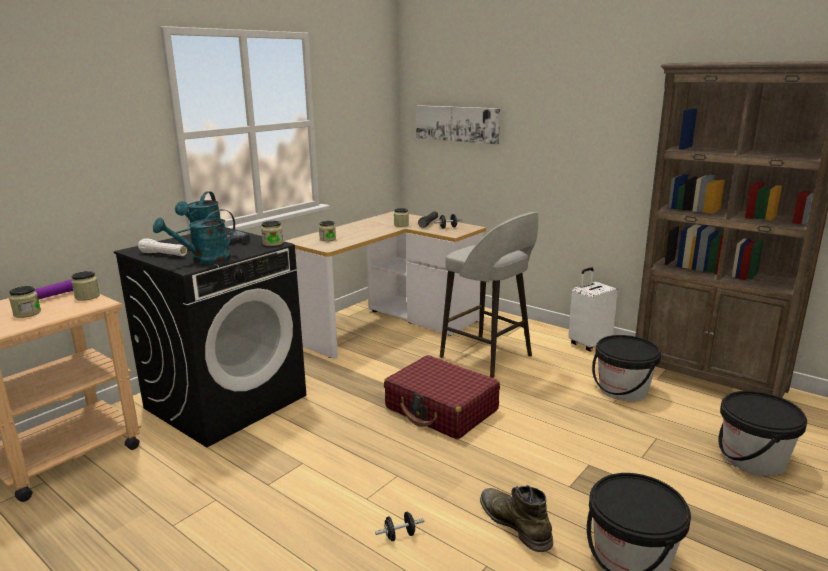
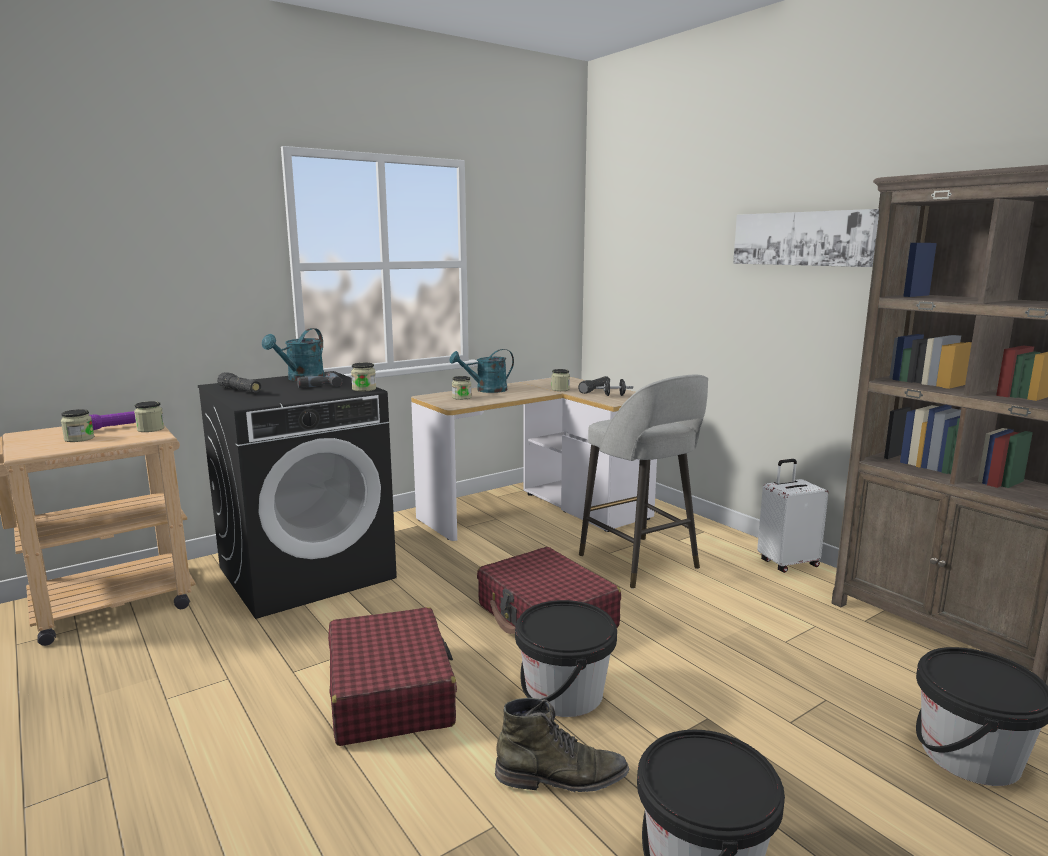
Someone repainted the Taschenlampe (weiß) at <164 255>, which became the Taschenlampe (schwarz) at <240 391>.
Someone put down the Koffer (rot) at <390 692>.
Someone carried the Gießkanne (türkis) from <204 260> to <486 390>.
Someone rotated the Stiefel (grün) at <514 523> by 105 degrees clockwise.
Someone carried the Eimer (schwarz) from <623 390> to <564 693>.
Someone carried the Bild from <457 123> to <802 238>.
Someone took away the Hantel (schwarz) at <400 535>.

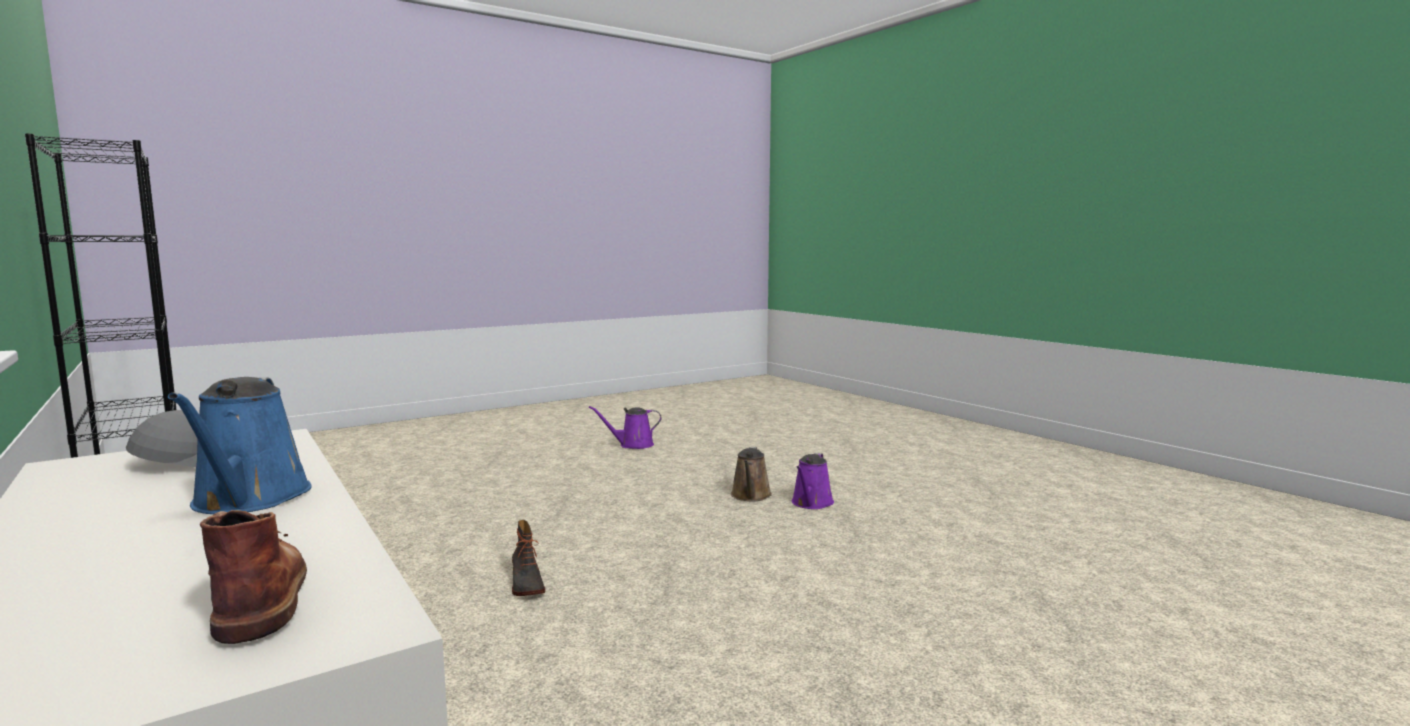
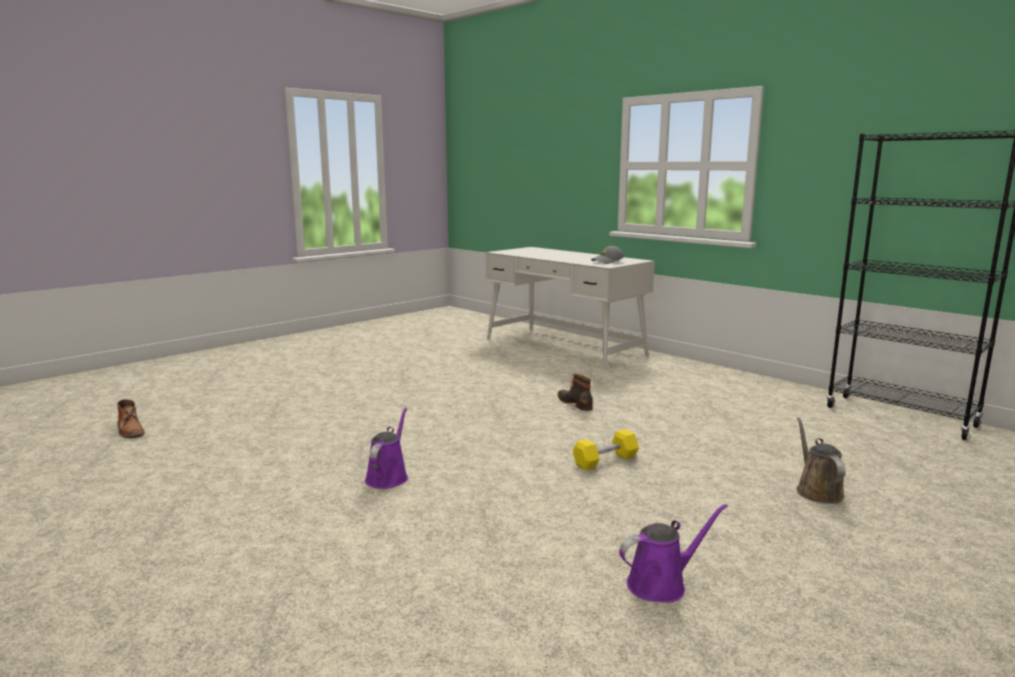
Someone carried the Stiefel (braun) from <257 592> to <130 430>.
Someone put down the Hantel (gelb) at <605 461>.
Someone carried the Gießkanne (braun) from <750 496> to <817 491>.
Someone took away the Gießkanne (blau) at <248 500>.

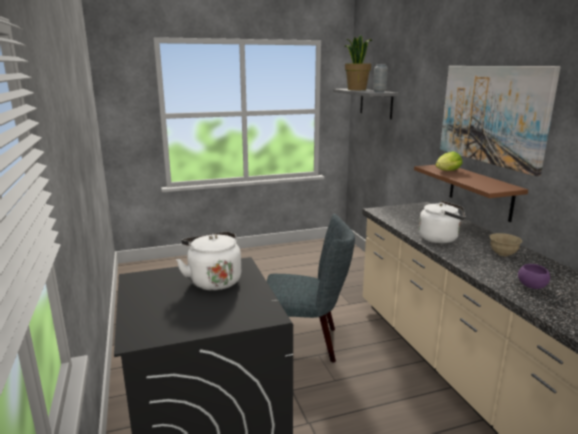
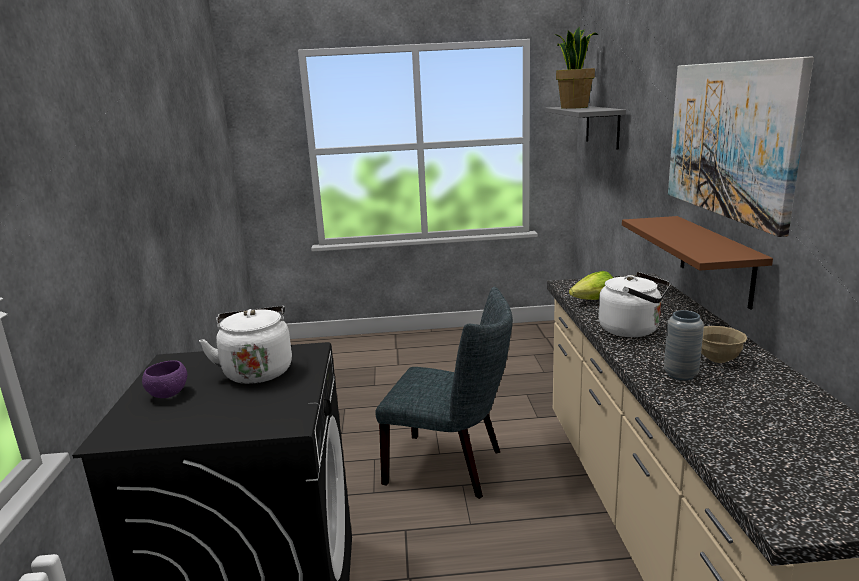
Someone carried the Schüssel (lila) from <531 286> to <168 394>.
Someone carried the Salatkopf from <447 171> to <593 300>.
Someone carried the Vase (grau) from <379 92> to <680 375>.

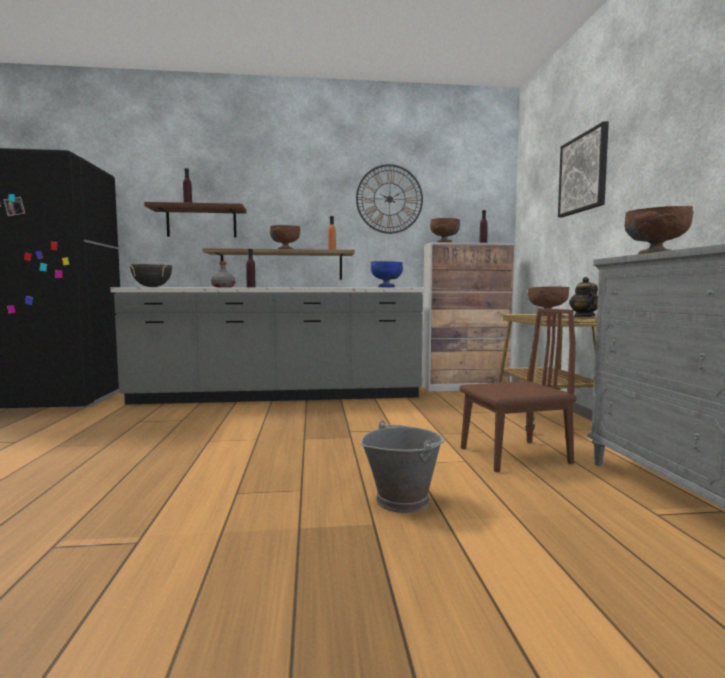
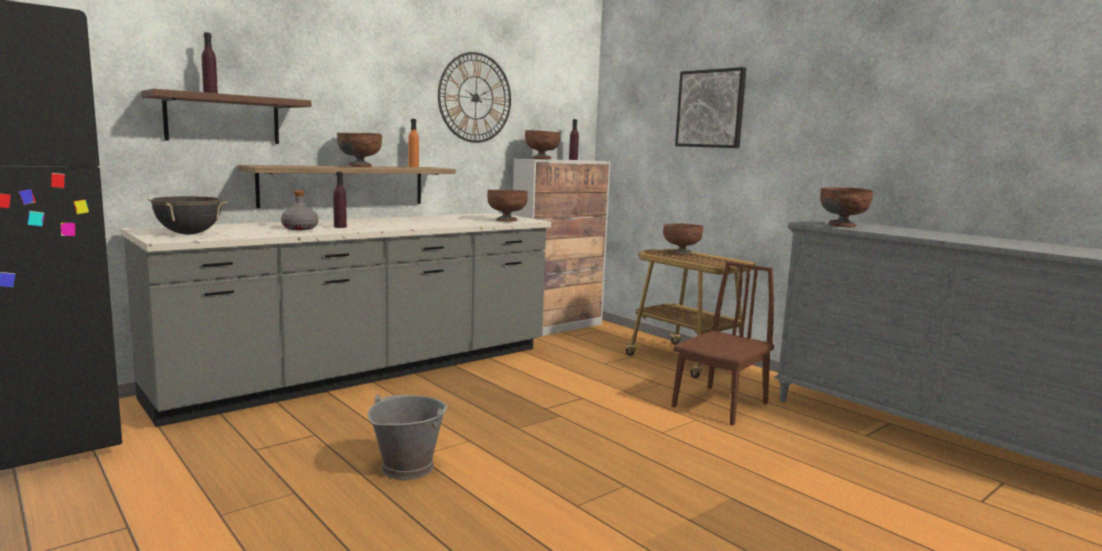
Someone carried the Eimer (grau) from <402 500> to <407 467>.
Someone repainted the Schüssel (blau) at <386 287>, which became the Schüssel (braun) at <507 221>.
Someone took away the Teekanne at <584 317>.

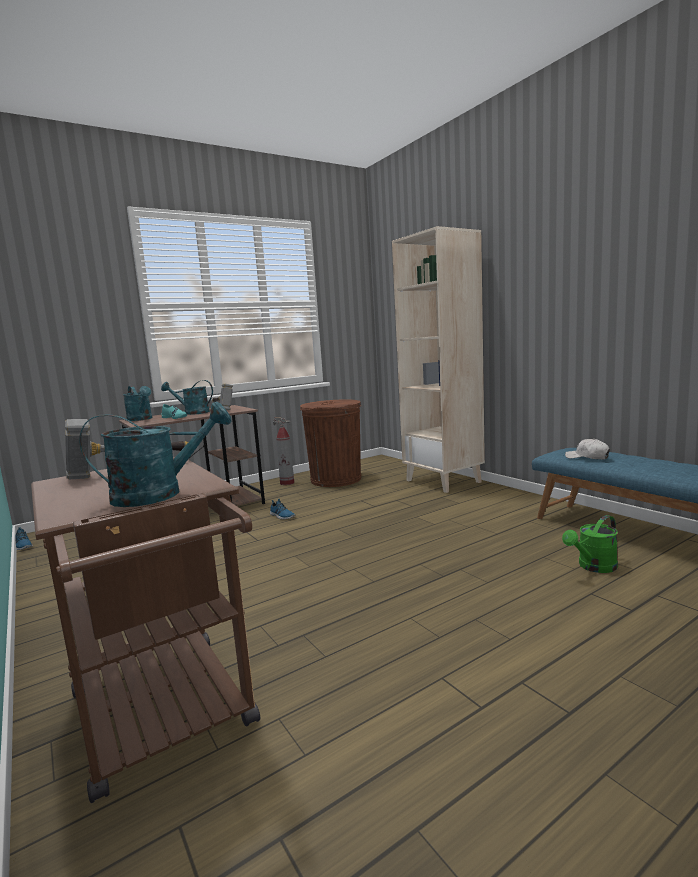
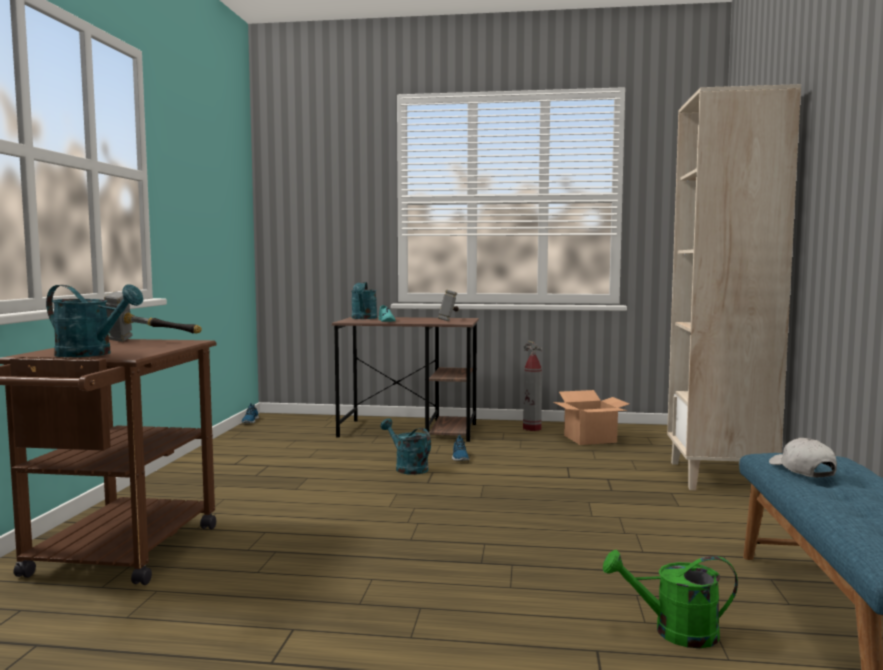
Someone carried the Gießkanne (türkis) from <192 413> to <407 468>.
Someone swapped the Mülleimer (braun) at <336 479> for the Karton at <590 439>.

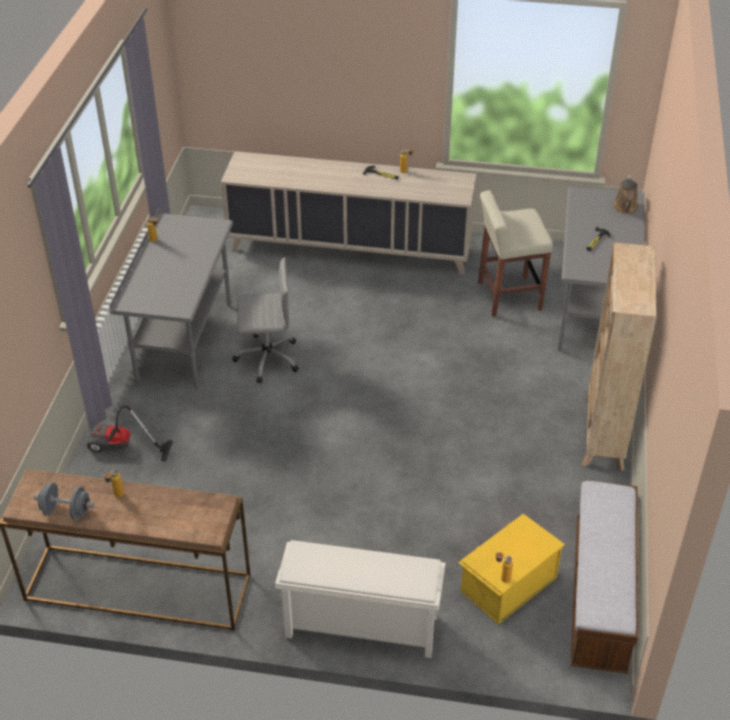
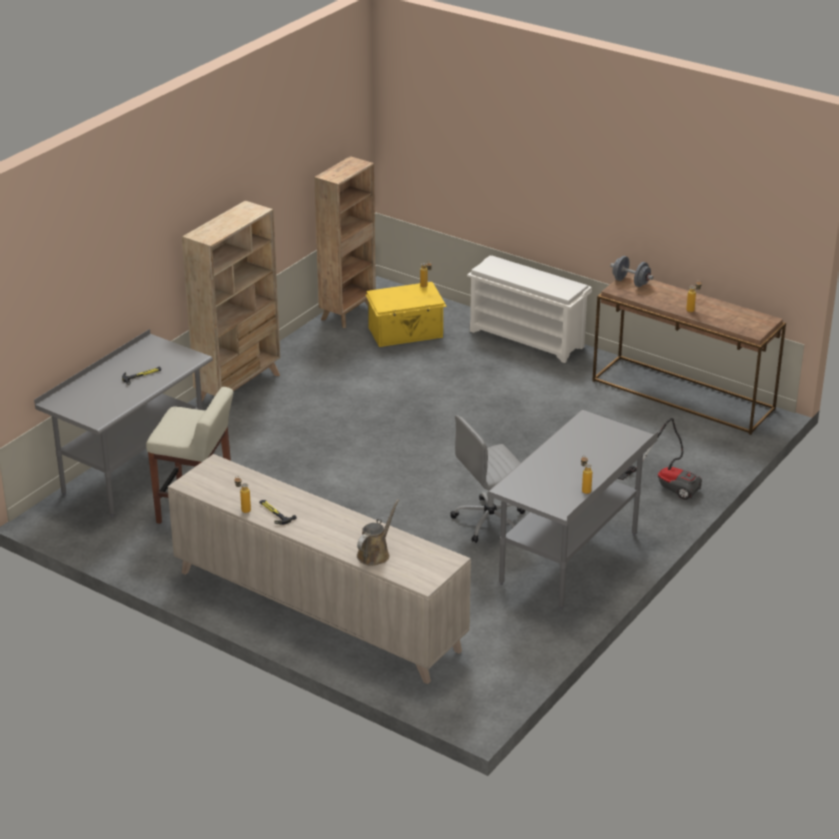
Someone swapped the Bank at <599 595> for the Bücherregal (braun) at <348 313>.
Someone carried the Gießkanne (braun) from <625 208> to <375 554>.
Someone rotated the Bürostuhl (grau) at <266 358> by 45 degrees counterclockwise.
Someone carried the Hantel (grau) from <66 511> to <630 282>.

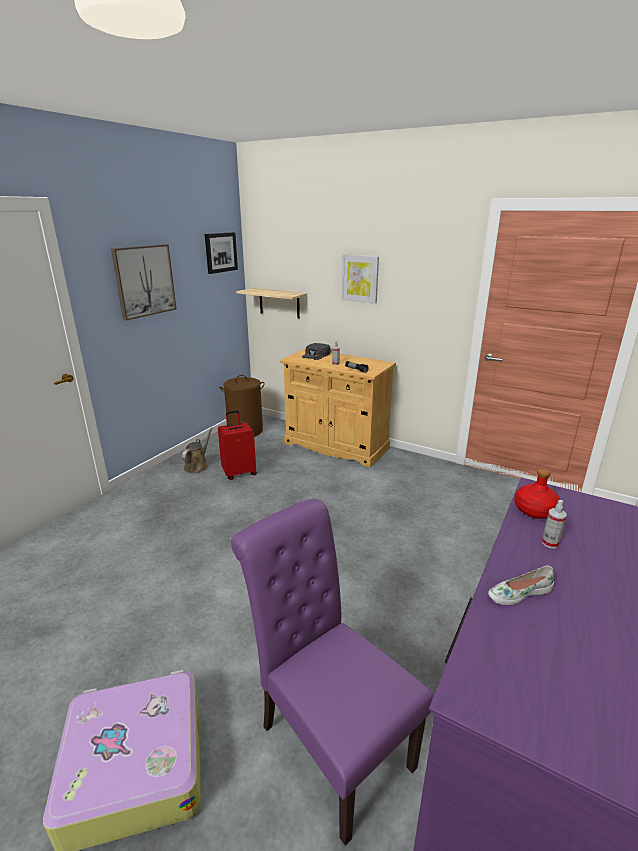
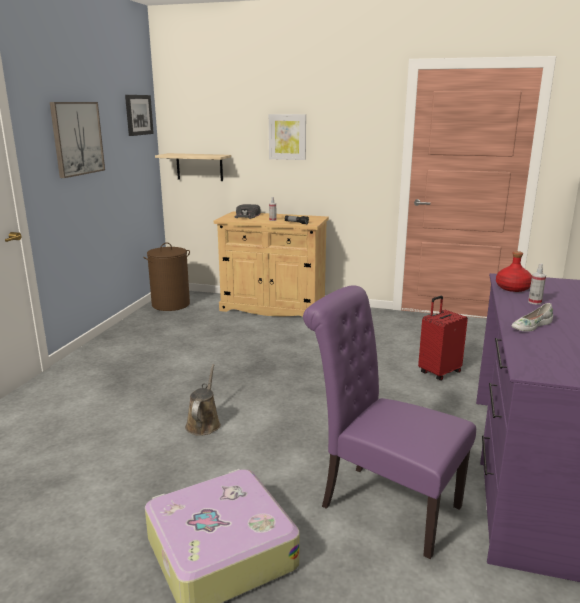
Someone carried the Gießkanne (braun) from <197 466> to <204 423>.
Someone carried the Koffer (rot) from <239 473> to <439 372>.

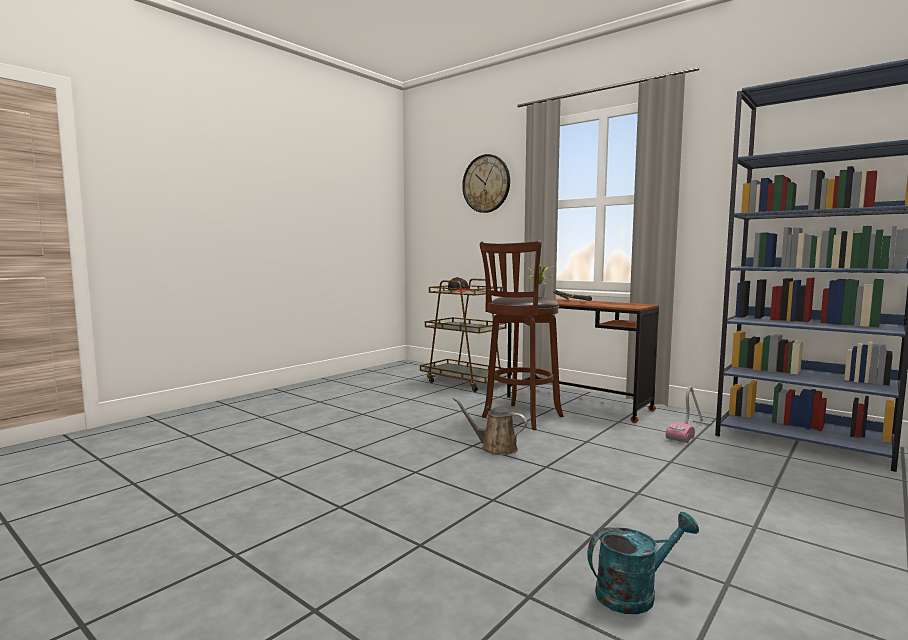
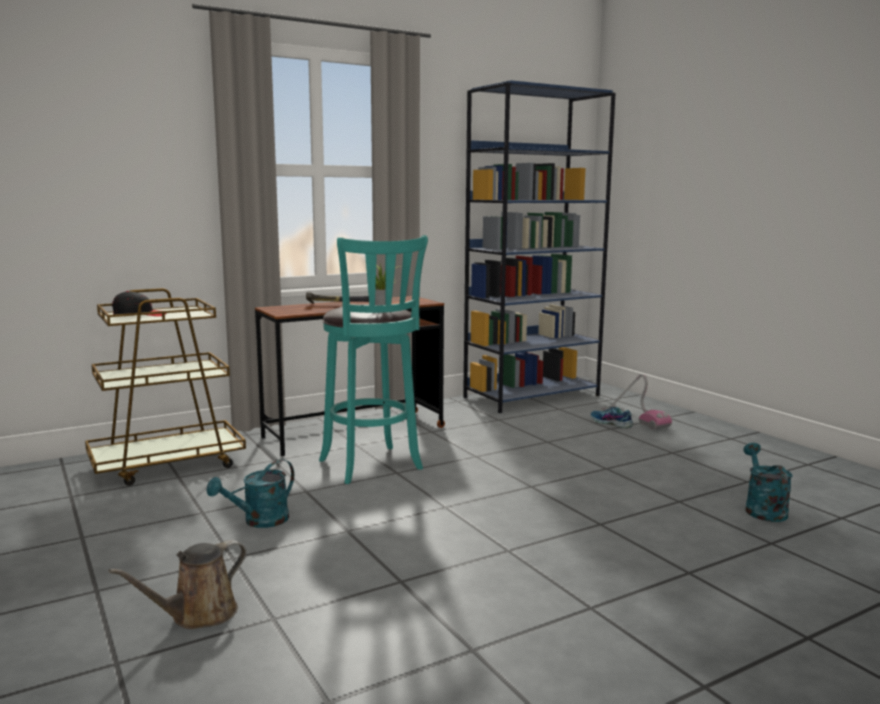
Someone carried the Gießkanne (braun) from <495 448> to <198 615>.
Someone put down the Gießkanne (türkis) at <259 521>.
Someone repainted the Hocker (braun) at <520 417>, which became the Hocker (türkis) at <372 466>.
Someone put down the Schuh at <611 423>.
Someone carried the Staubsauger from <690 431> to <634 418>.
Someone took away the Wanduhr at <486 184>.

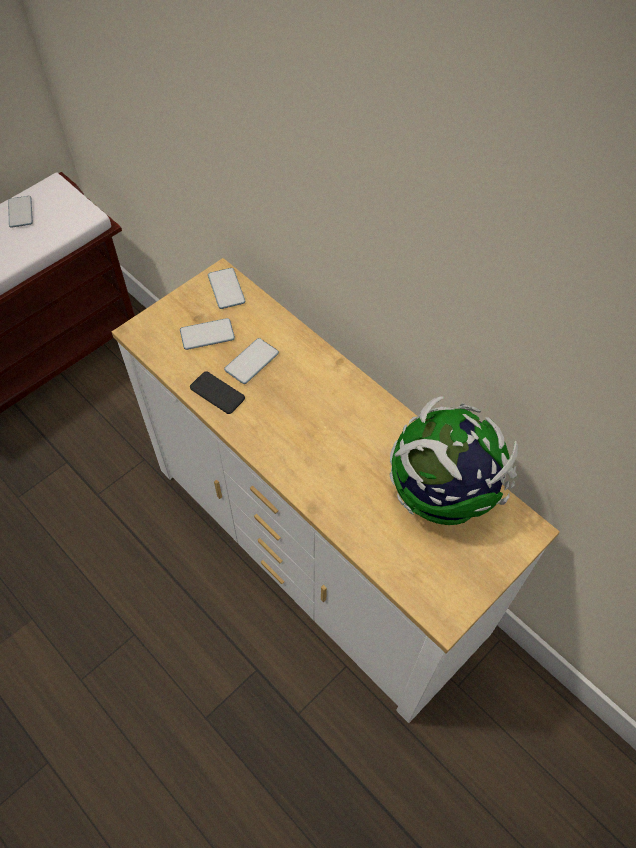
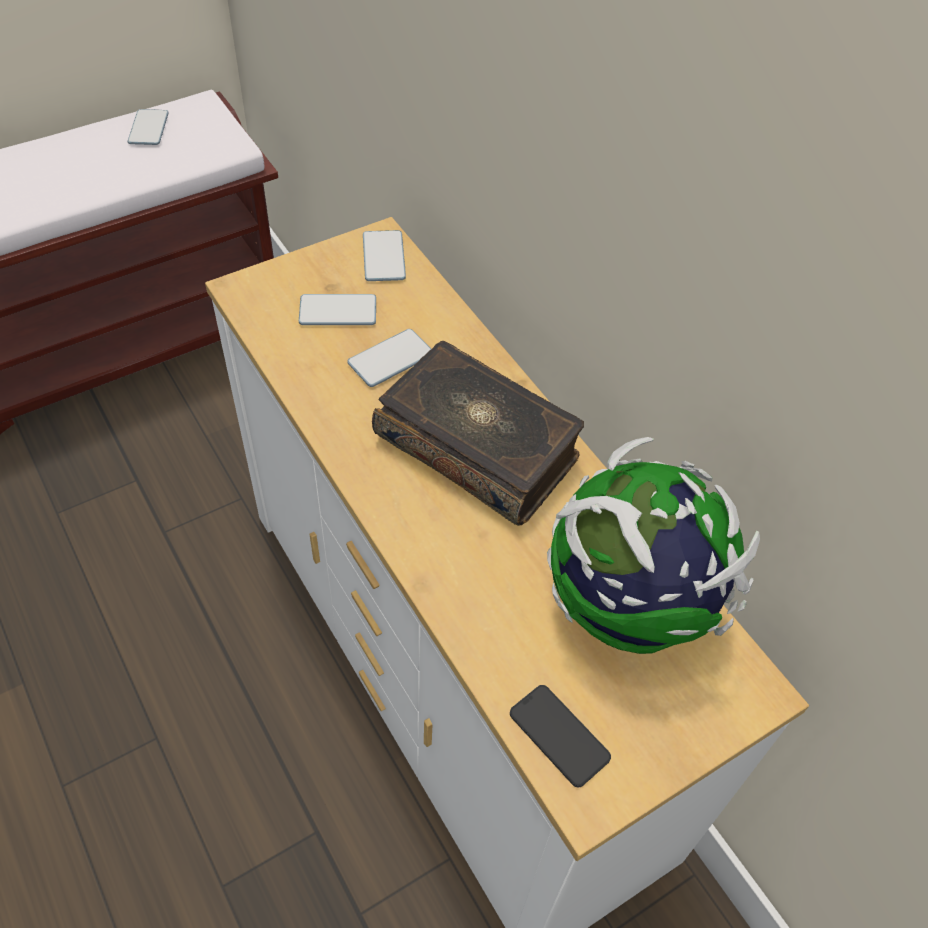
Someone put down the Buch at <478 446>.
Someone carried the Handy from <217 393> to <559 735>.

